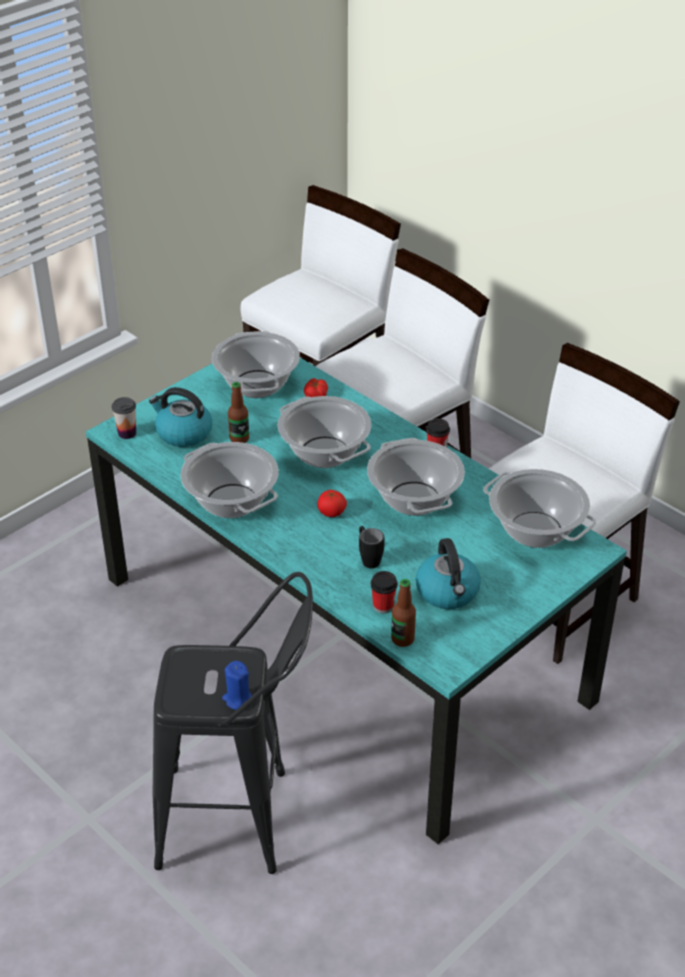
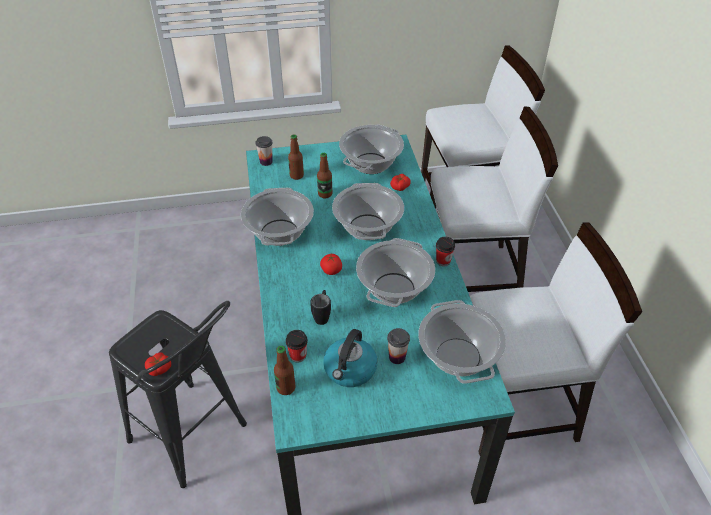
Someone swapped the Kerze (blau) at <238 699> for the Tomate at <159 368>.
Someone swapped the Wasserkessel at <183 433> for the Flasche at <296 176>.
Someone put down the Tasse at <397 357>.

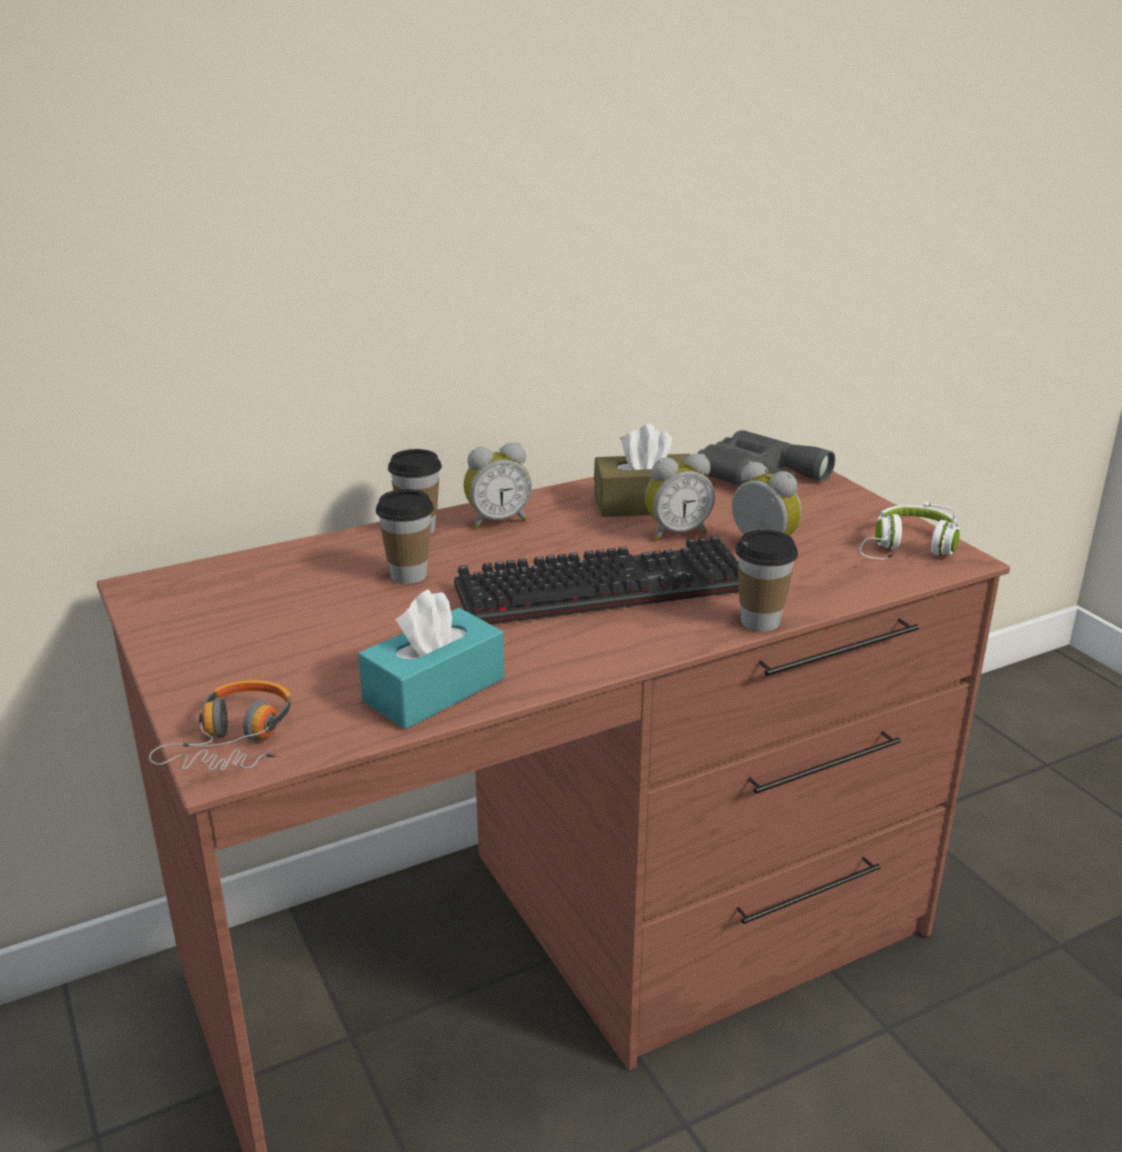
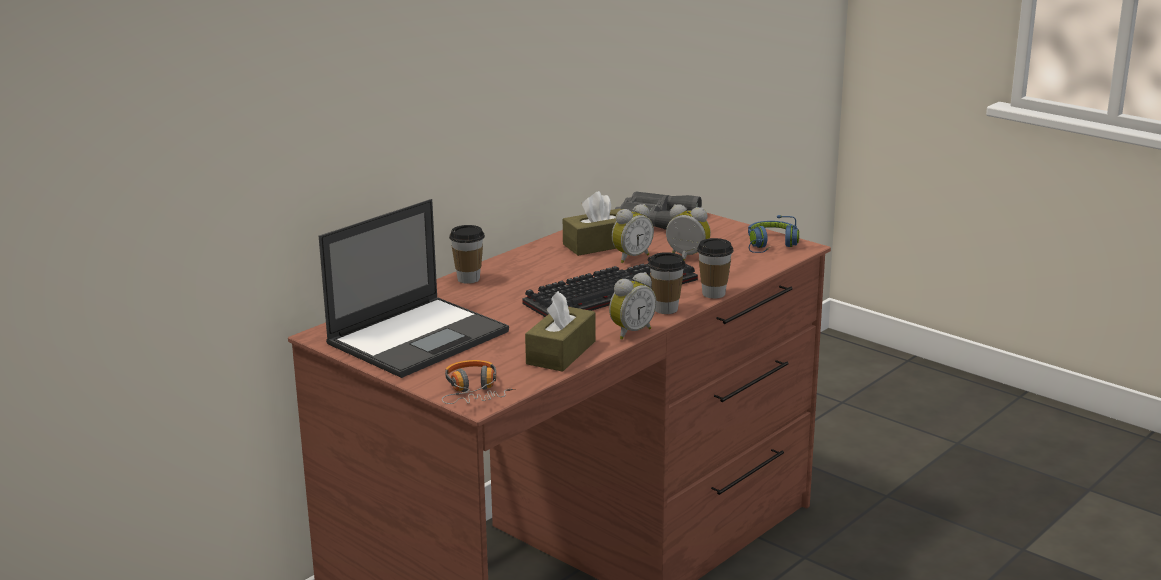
Someone put down the Laptop at <419 337>.
Someone repainted the Taschentuchbox (türkis) at <434 690>, which became the Taschentuchbox (braun) at <561 353>.
Someone carried the Wecker from <497 521> to <630 332>.
Someone carried the Tasse from <409 575> to <666 309>.
Someone repainted the Kopfhörer (weiß) at <908 548>, which became the Kopfhörer (blau) at <770 246>.

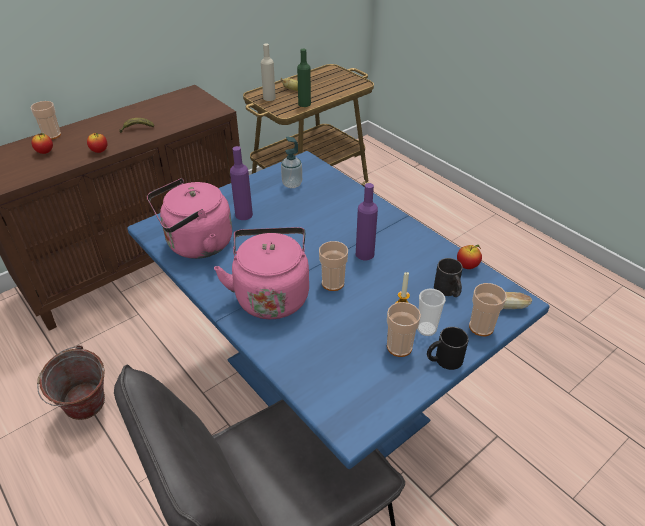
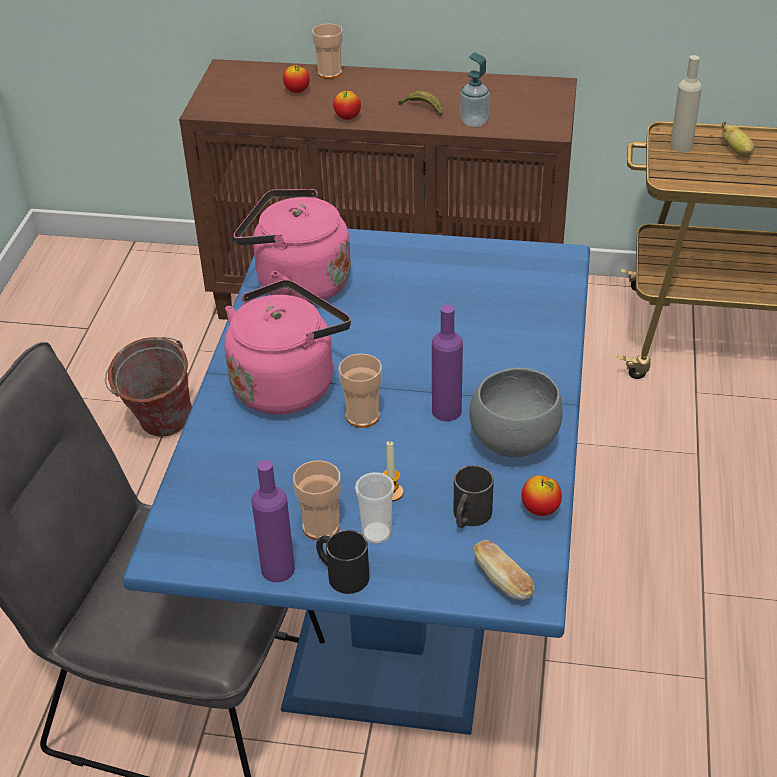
Someone carried the Flasche (lila) from <244 215> to <278 569>.
Someone carried the Seifenspender from <292 184> to <474 122>.
Someone put down the Schüssel (grau) at <512 441>.
Someone took away the Flasche (grün) at <304 104>.
Someone took away the Tasse at <481 327>.

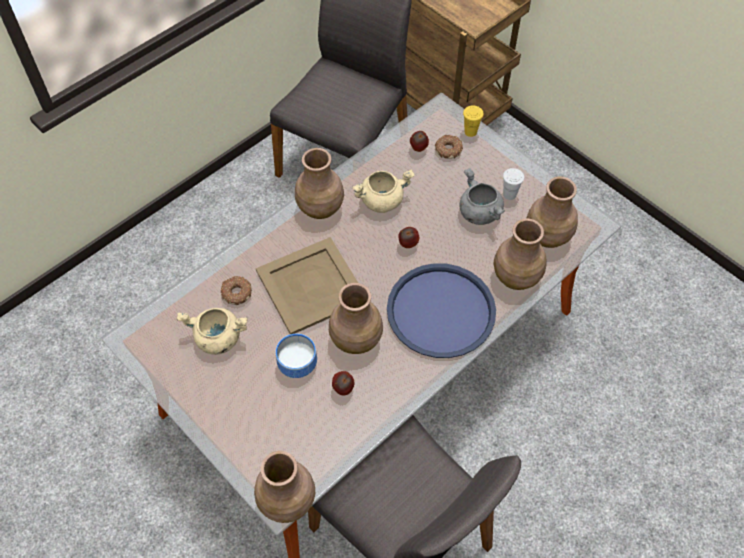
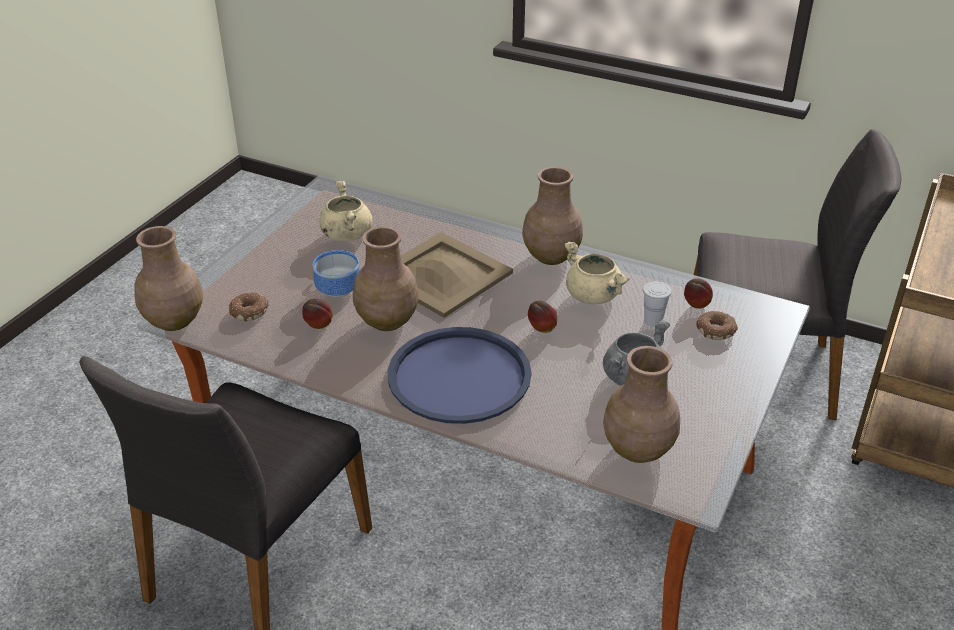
Someone carried the Donut from <236 293> to <249 311>.
Someone carried the Tasse (weiß) from <509 194> to <653 321>.
Someone took away the Tasse (gelb) at <470 132>.
Someone took away the Vase (braun) at <517 277>.

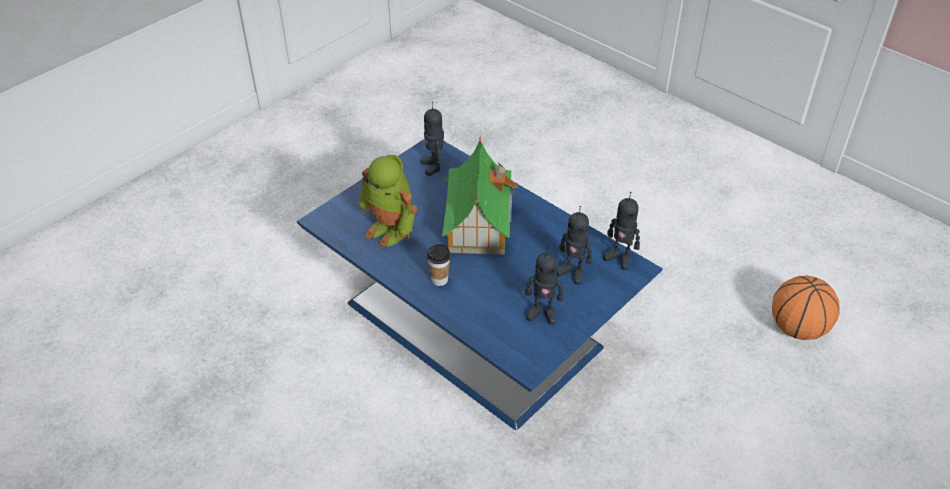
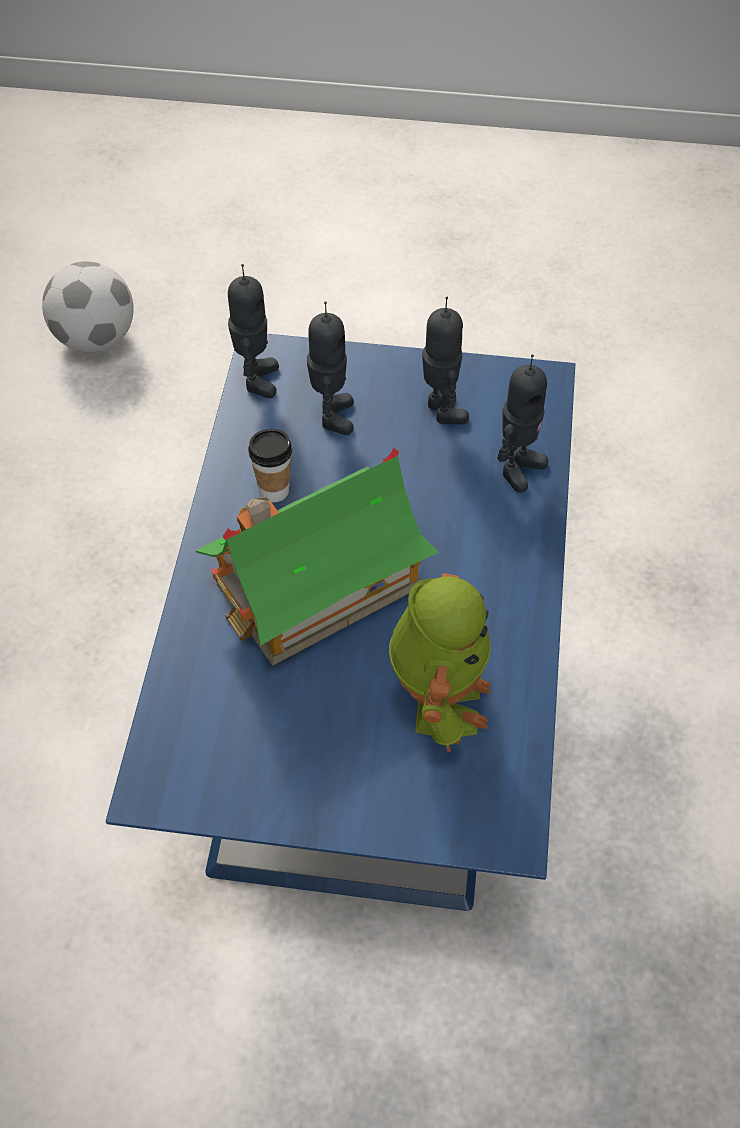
Someone swapped the Basketball at <797 328> for the Fußball at <95 339>.
Someone carried the Tasse from <439 280> to <274 491>.
Someone carried the Spielzeugroboter from <433 166> to <518 468>.

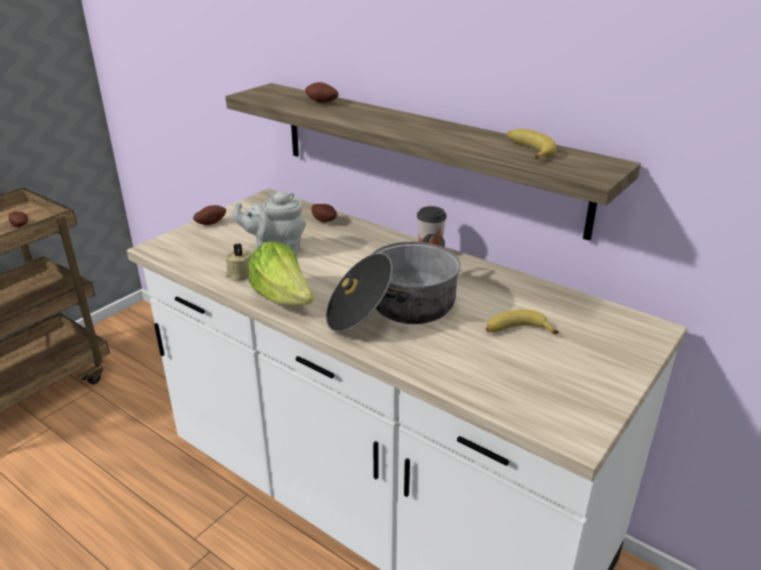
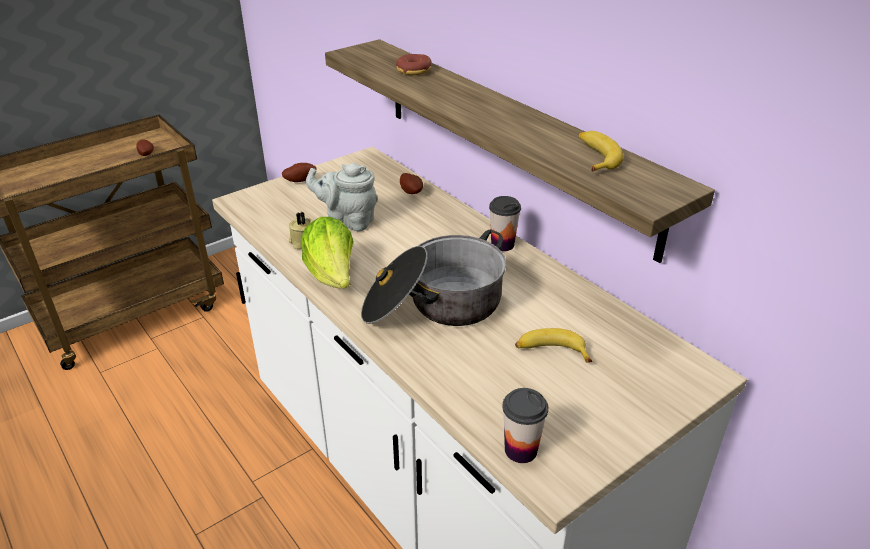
Someone swapped the Kartoffel at <321 103> for the Donut at <414 71>.
Someone put down the Tasse at <521 450>.

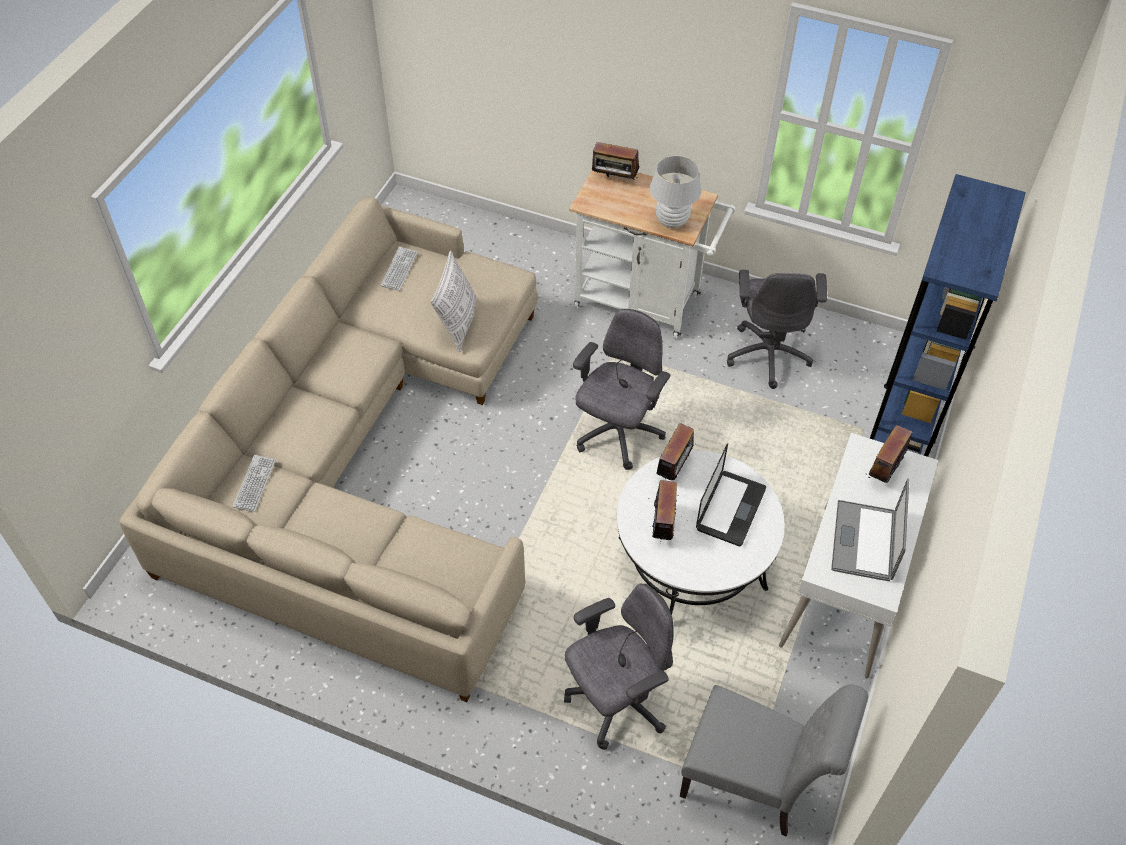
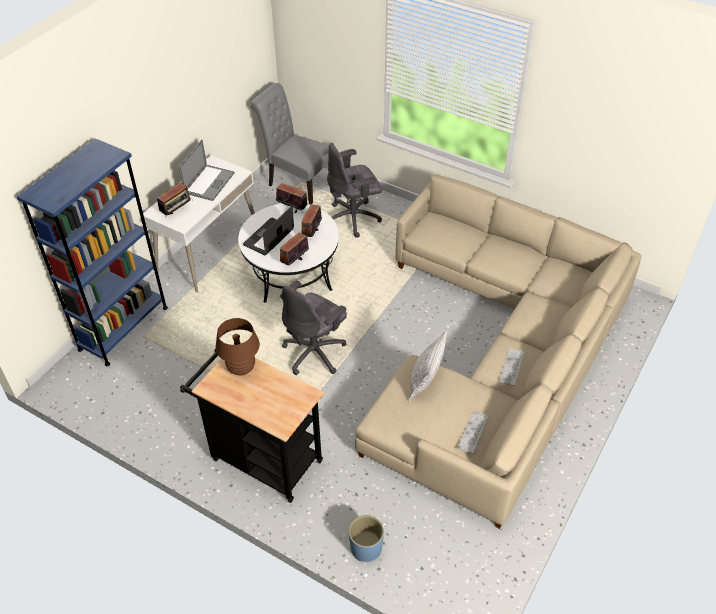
Someone repainted the Rollwagen (weiß) at <644 303>, which became the Rollwagen (schwarz) at <261 458>.
Someone repainted the Tischlampe (weiß) at <672 221>, which became the Tischlampe (braun) at <241 368>.
Someone carried the Radio from <614 180> to <292 209>.
Someone put down the Pflanzkübel (blau) at <366 547>.
Someone carried the Tastatur from <254 484> to <511 367>.
Someone took away the Bürostuhl (grau) at <768 354>.

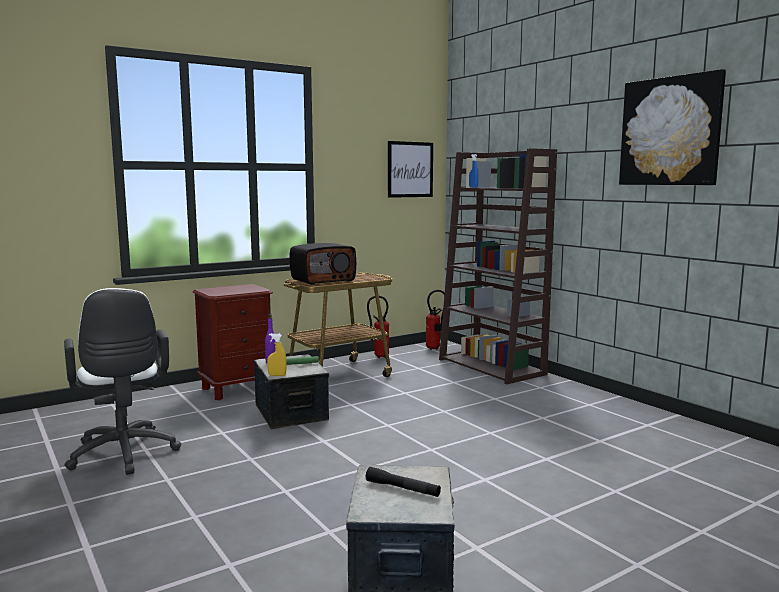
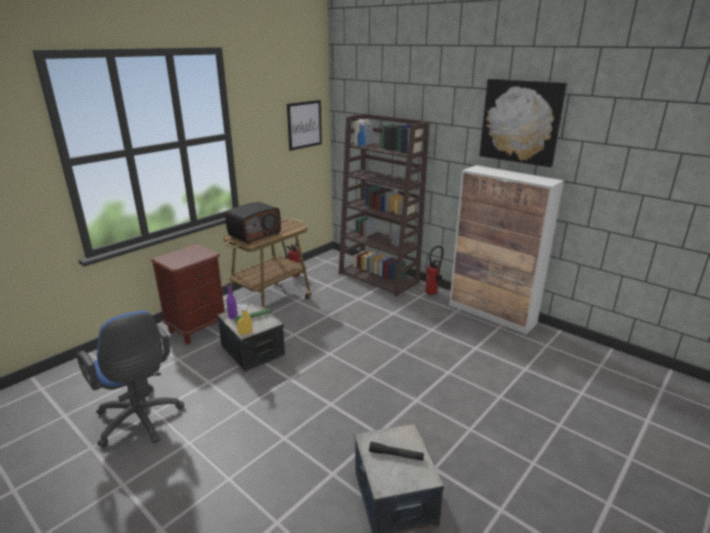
Someone repainted the Bürostuhl (weiß) at <124 455>, which became the Bürostuhl (blau) at <140 422>.
Someone carried the Feuerlöscher from <435 348> to <433 293>.
Someone put down the Schrank at <492 314>.

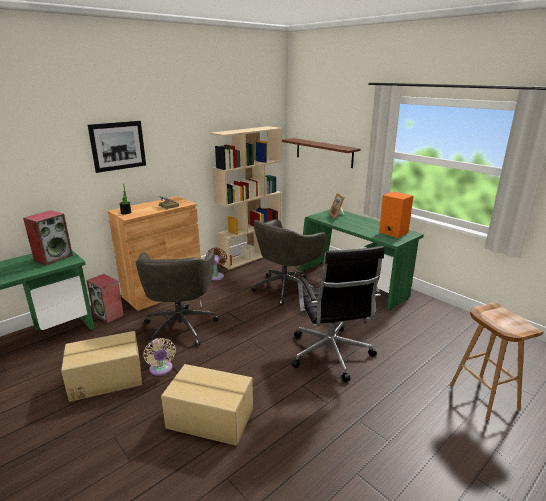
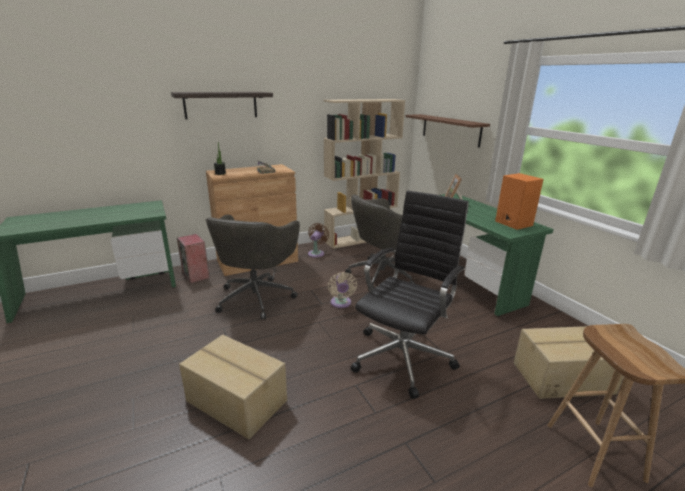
Someone swapped the Bild at <118 146> for the Wandregal at <221 105>.
Someone carried the Ventilator (beige) from <161 370> to <341 303>.
Someone rotated the Bürostuhl (schwarz) at <331 355> by 150 degrees counterclockwise.
Someone carried the Karton from <106 378> to <561 377>.
Someone took away the Lautsprecher at <53 257>.

